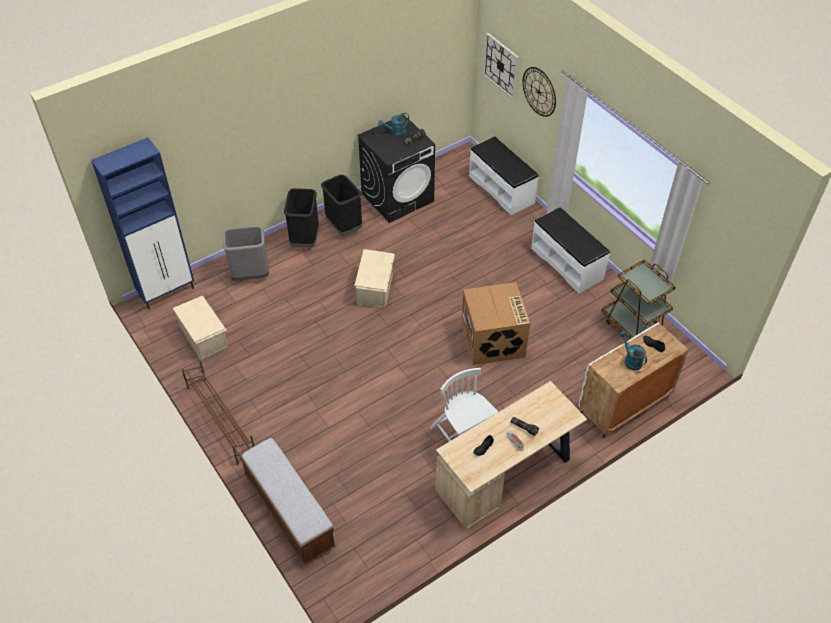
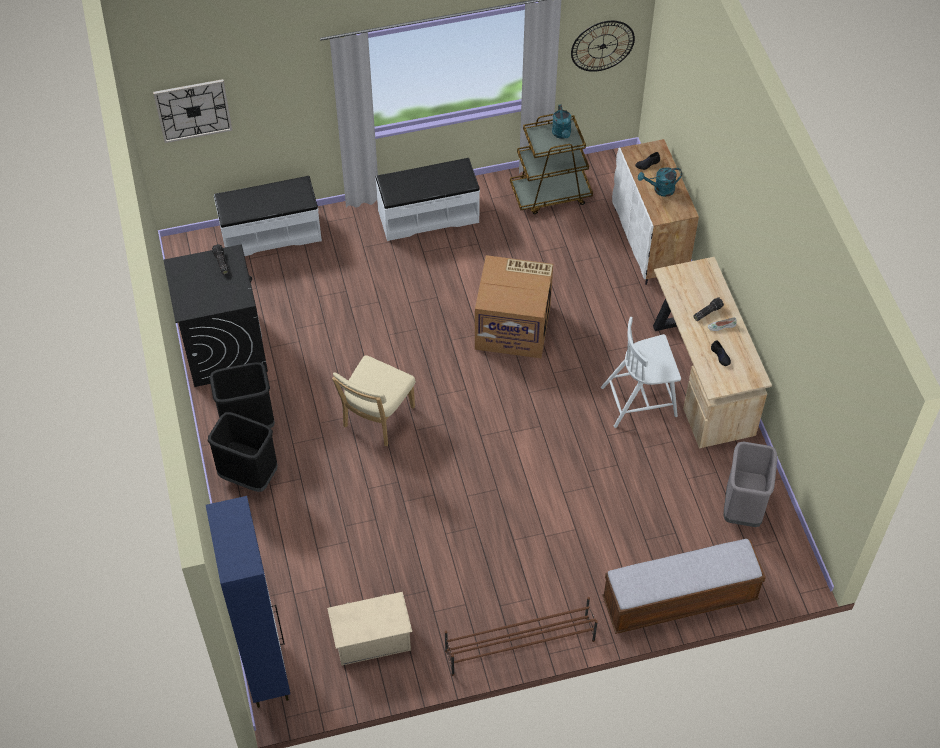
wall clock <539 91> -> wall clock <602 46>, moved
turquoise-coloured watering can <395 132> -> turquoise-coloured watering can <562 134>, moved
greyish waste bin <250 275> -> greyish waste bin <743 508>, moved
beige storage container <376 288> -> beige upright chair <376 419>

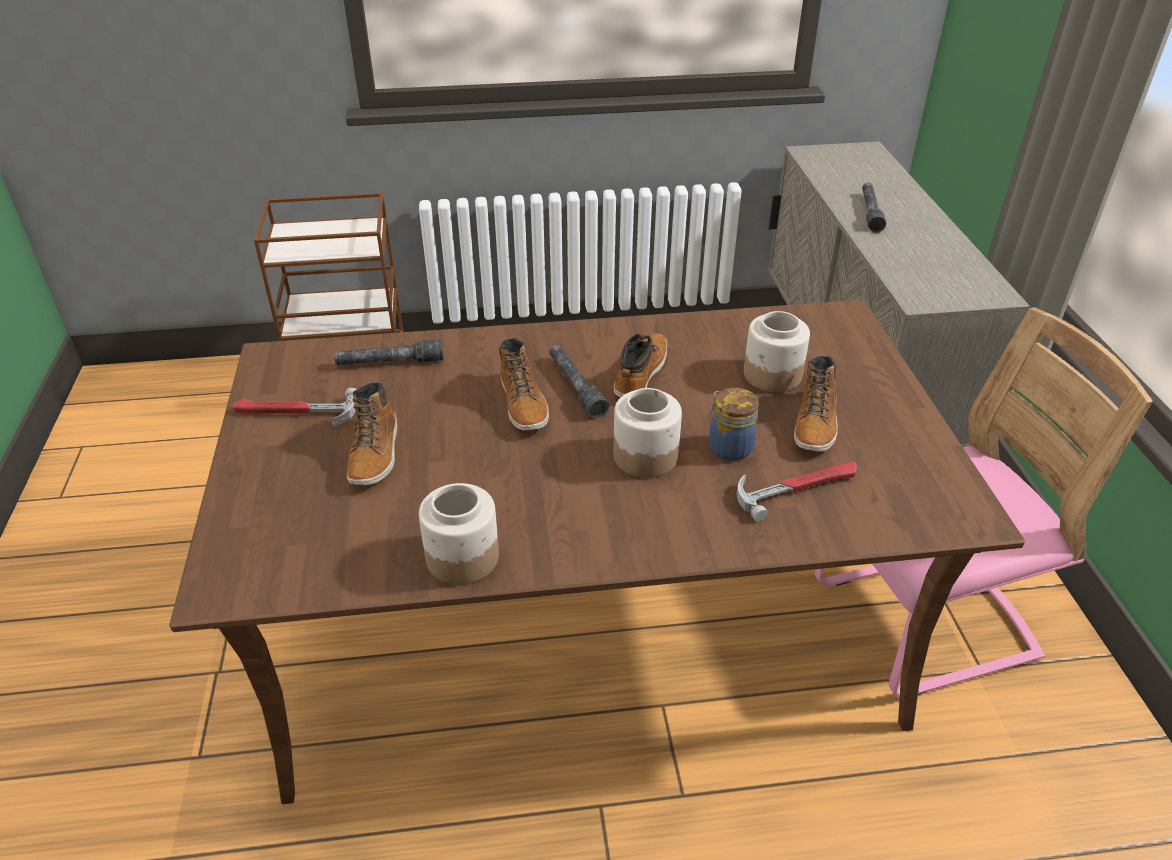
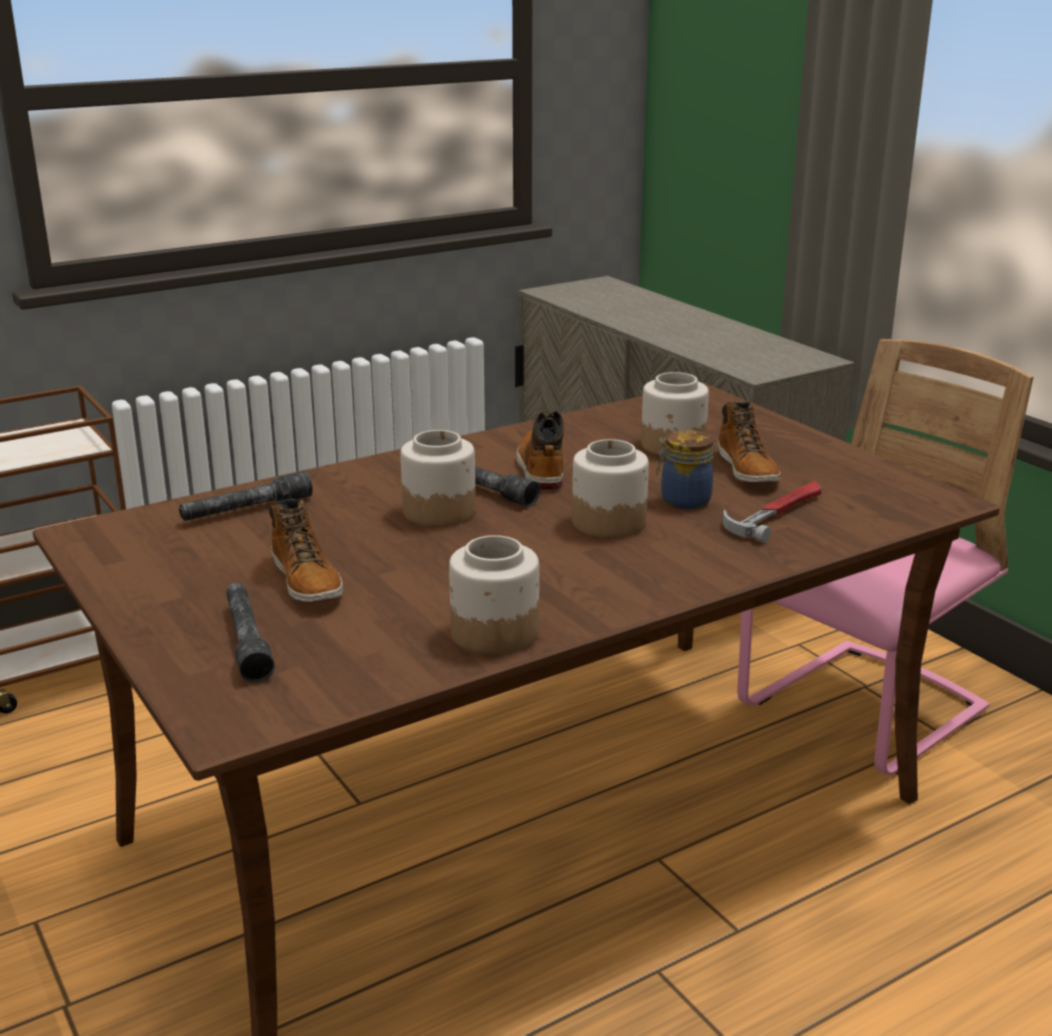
greyish flashlight <870 212> -> greyish flashlight <247 641>, moved
boot <524 404> -> storage jar <439 511>
hand hammer <295 413> -> none

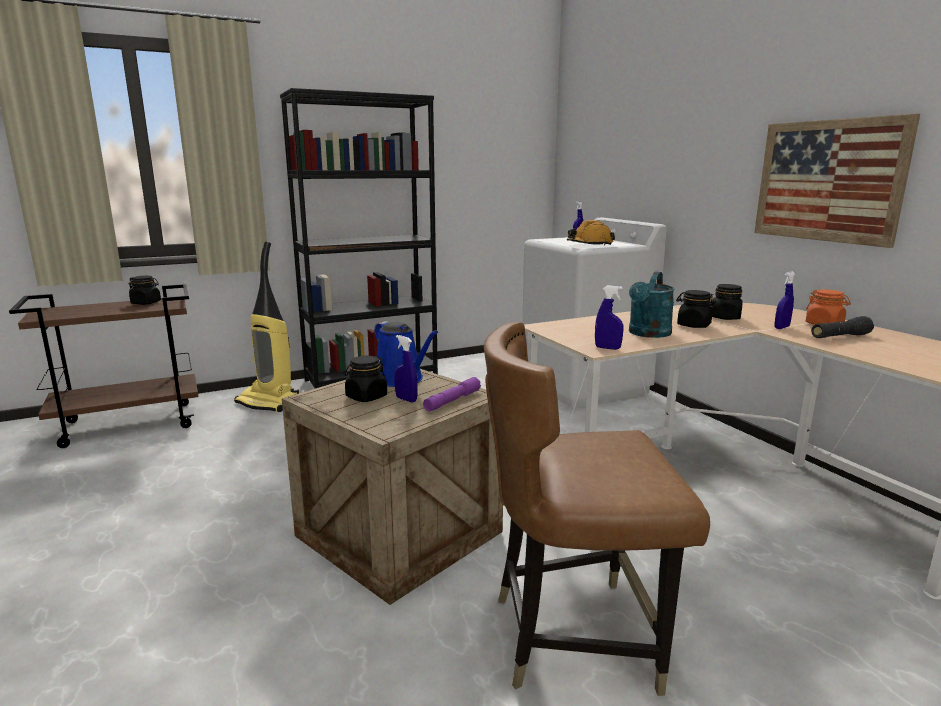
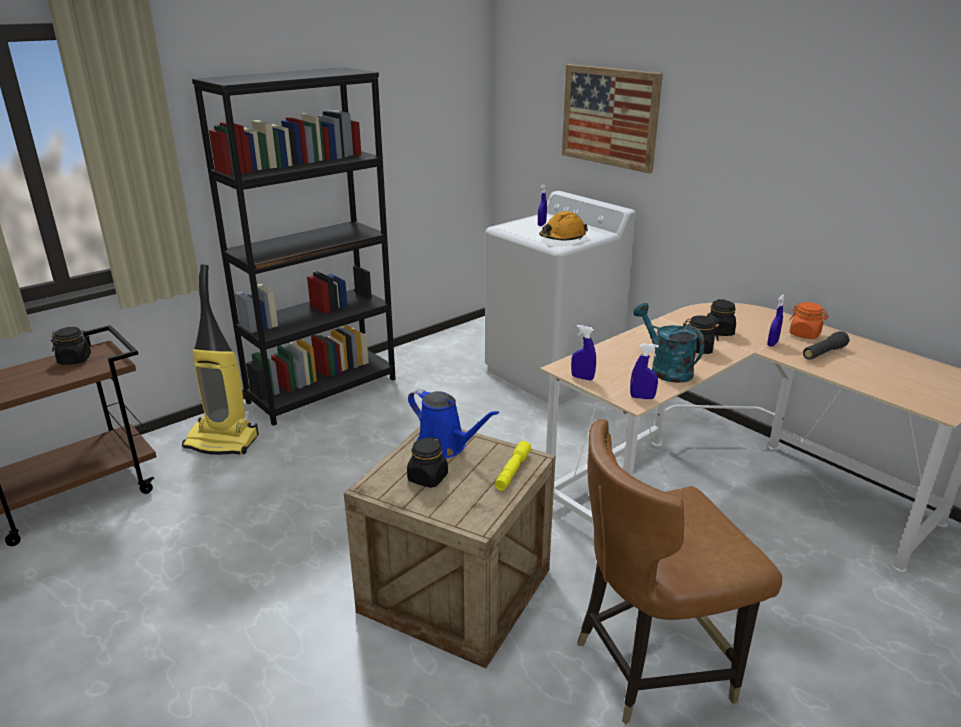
wall art <828 181> -> wall art <609 117>, moved
turquoise-coloured watering can <648 334> -> turquoise-coloured watering can <665 369>, 135 degrees clockwise
blue hand sprayer <406 399> -> blue hand sprayer <582 378>, moved
purplish flashlight <452 401> -> yellow flashlight <512 471>

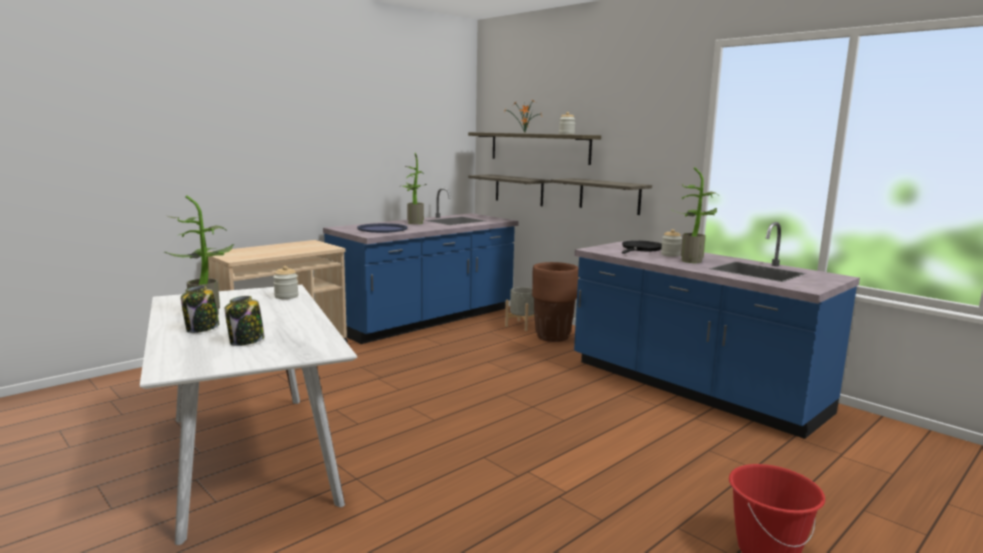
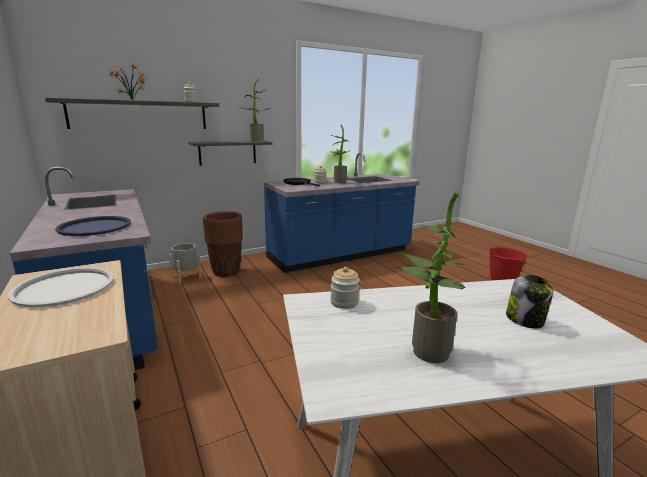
plant in a pot <413 223> -> plant in a pot <255 141>, moved
bracket shelf <519 190> -> none
storage jar <202 329> -> none
none -> whitish carrying tray <64 287>

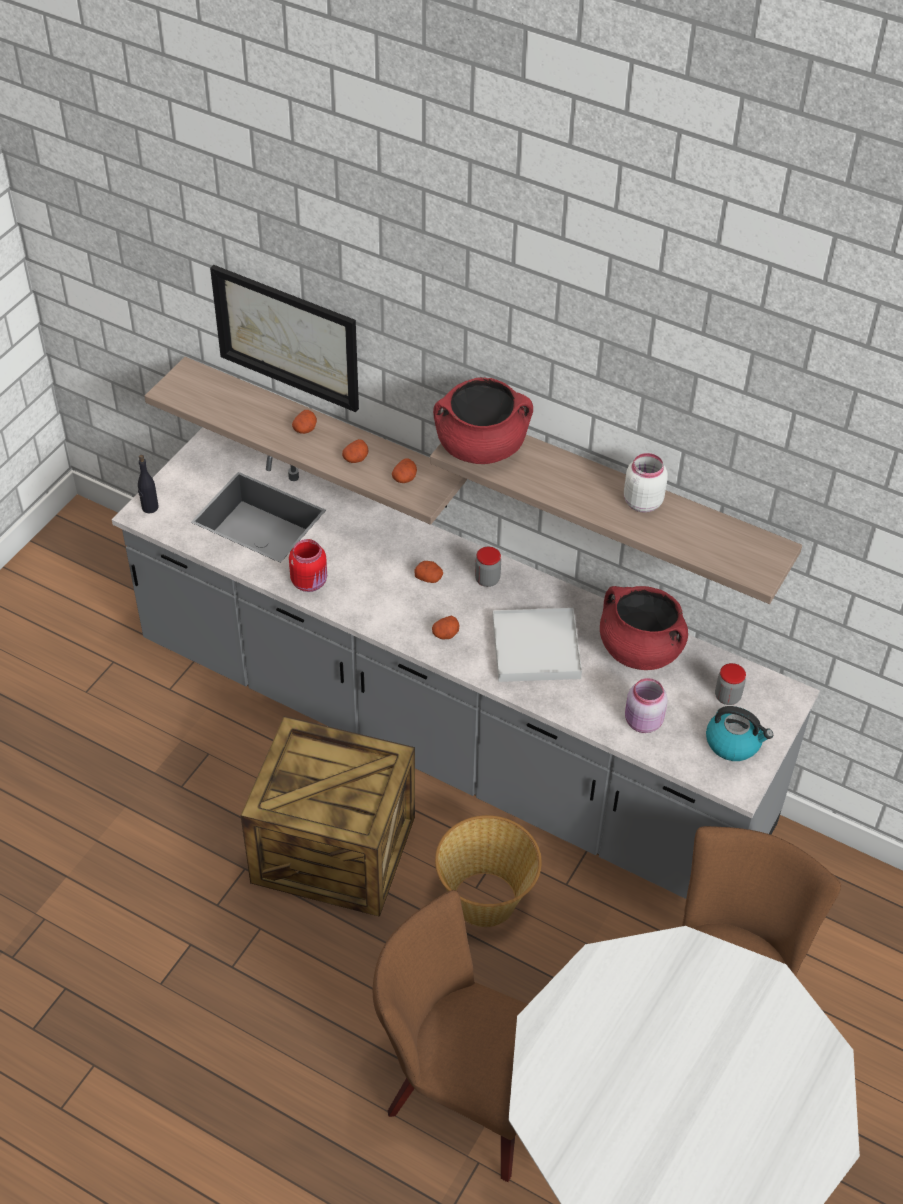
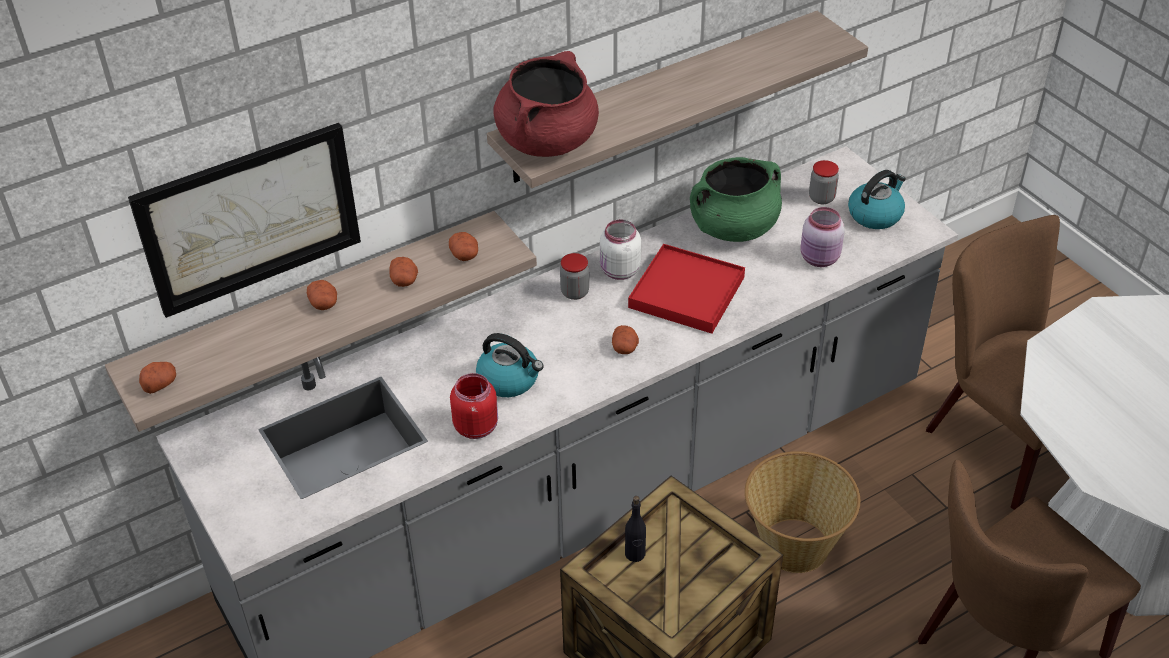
whitish storage jar <641 502> -> whitish storage jar <619 271>, moved
black-coloured drink bottle <149 507> -> black-coloured drink bottle <635 554>, moved
spud <429 578> -> spud <160 384>, moved
red-coloured saucepot <639 649> -> green-coloured saucepot <733 228>
whitish carrying tray <535 648> -> red-coloured carrying tray <687 293>
none -> kettle <509 379>

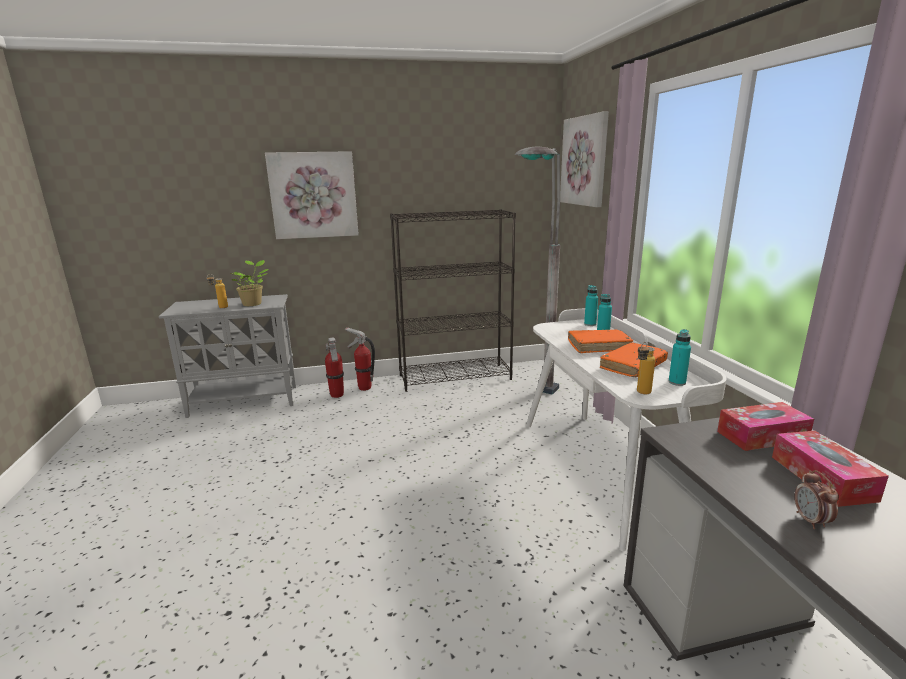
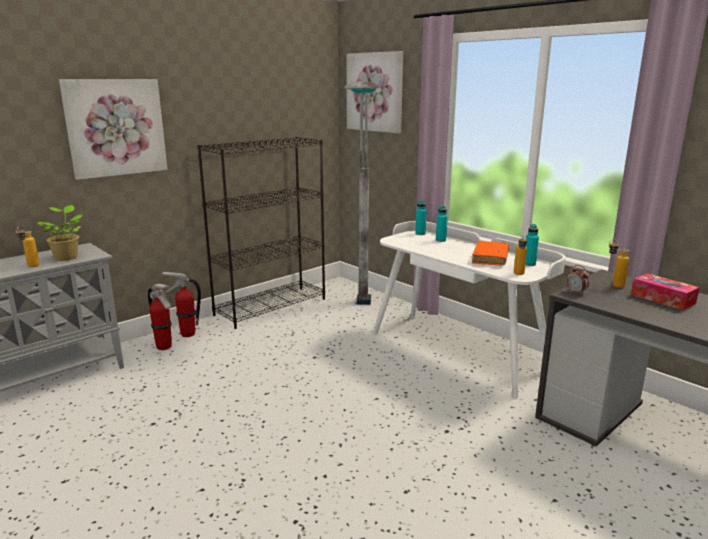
orange bound book <598 347> -> none
tissue box <762 436> -> drink bottle <613 285>
table clock <810 521> -> table clock <576 292>, moved

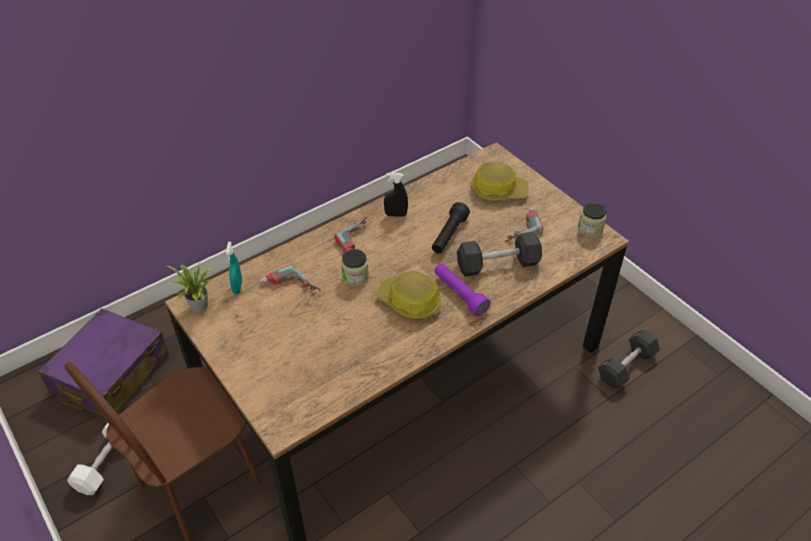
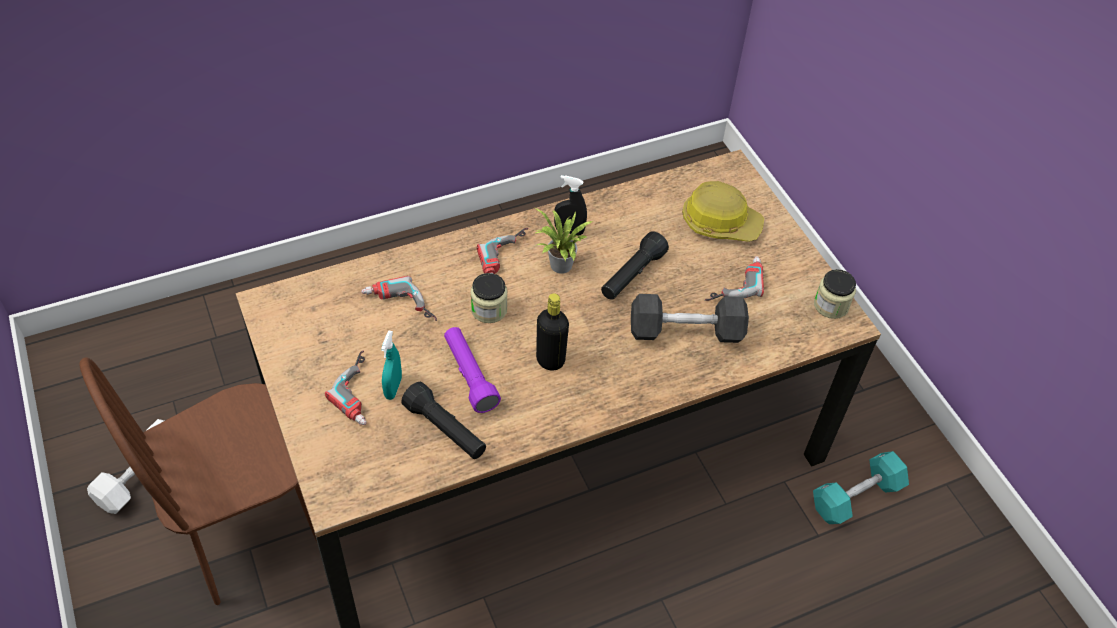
turquoise-coloured hand sprayer <237 287> -> turquoise-coloured hand sprayer <393 388>, moved
plant in a pot <198 308> -> plant in a pot <559 267>, moved
purplish flashlight <459 294> -> purplish flashlight <469 375>, moved
hard hat <409 302> -> black-coloured drink bottle <550 360>
purplish piece of luggage <110 375> -> none
black-coloured hand weight <626 366> -> turquoise-coloured hand weight <856 496>
none -> power drill <362 391>
none -> black-coloured flashlight <445 430>

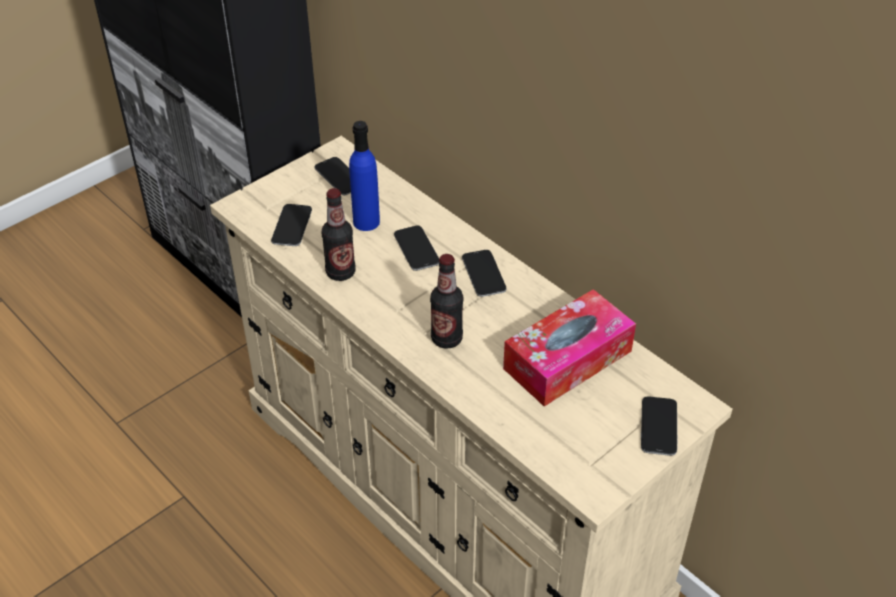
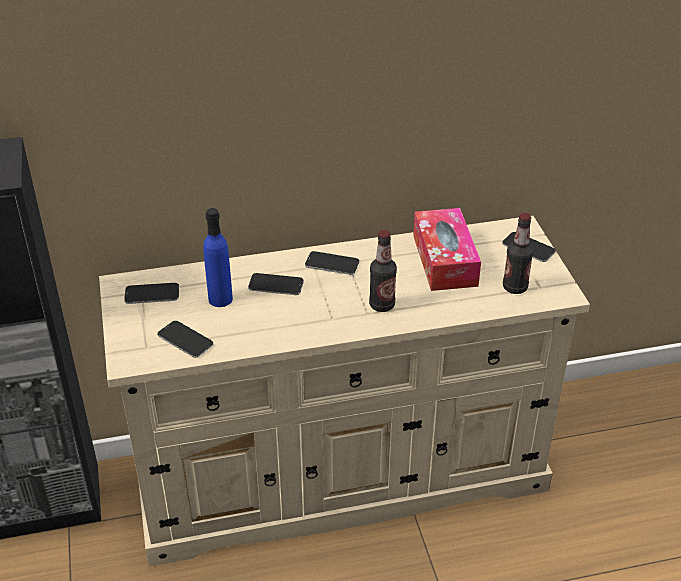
drink bottle <340 272> -> drink bottle <515 287>, moved

